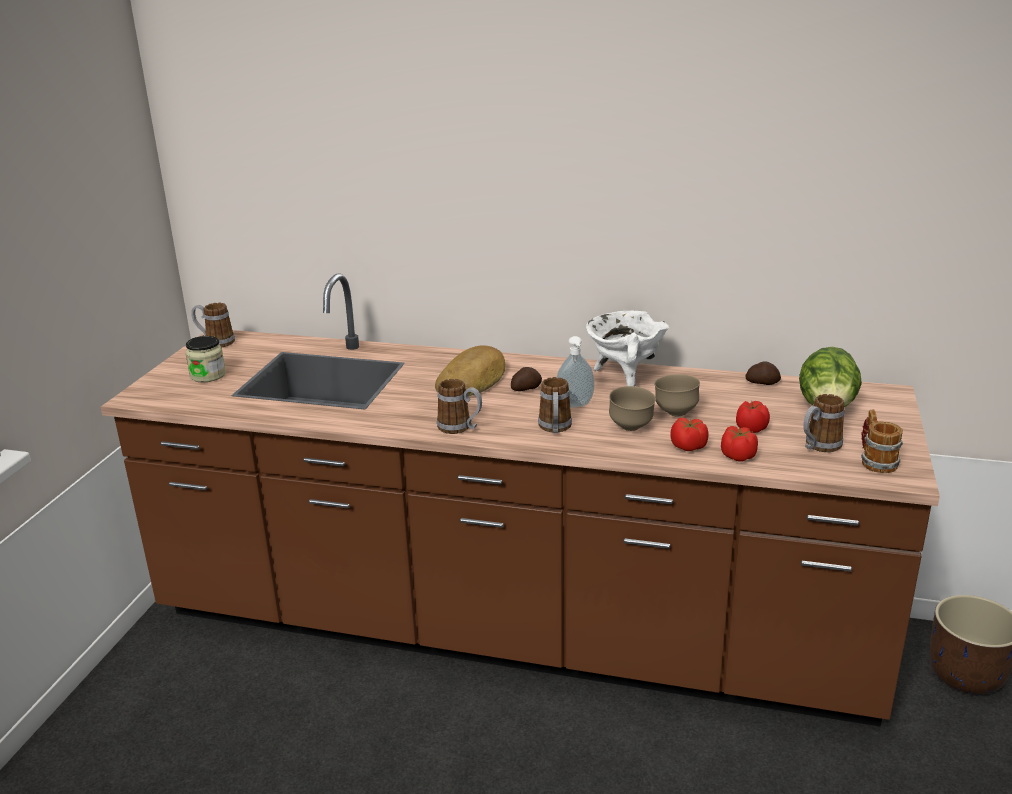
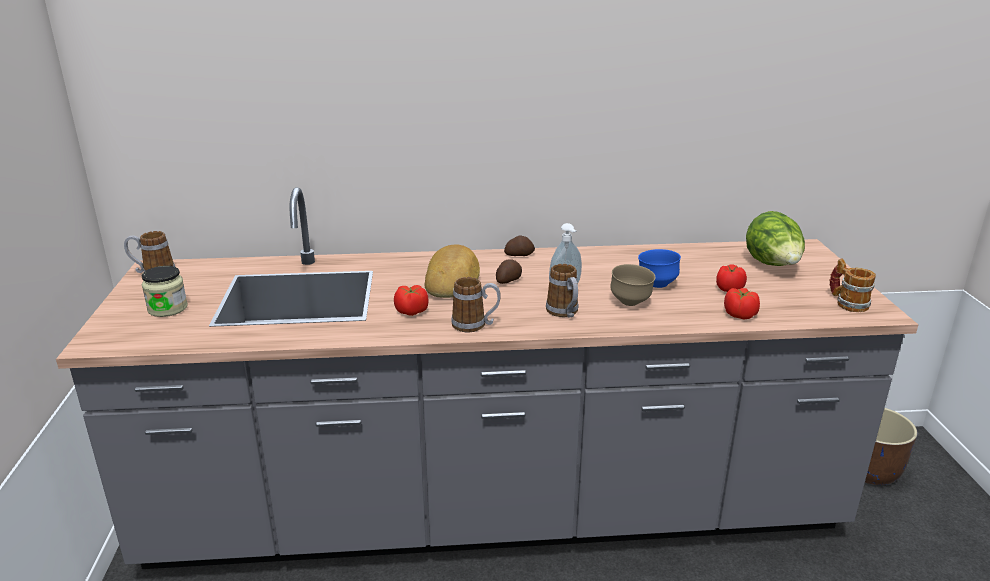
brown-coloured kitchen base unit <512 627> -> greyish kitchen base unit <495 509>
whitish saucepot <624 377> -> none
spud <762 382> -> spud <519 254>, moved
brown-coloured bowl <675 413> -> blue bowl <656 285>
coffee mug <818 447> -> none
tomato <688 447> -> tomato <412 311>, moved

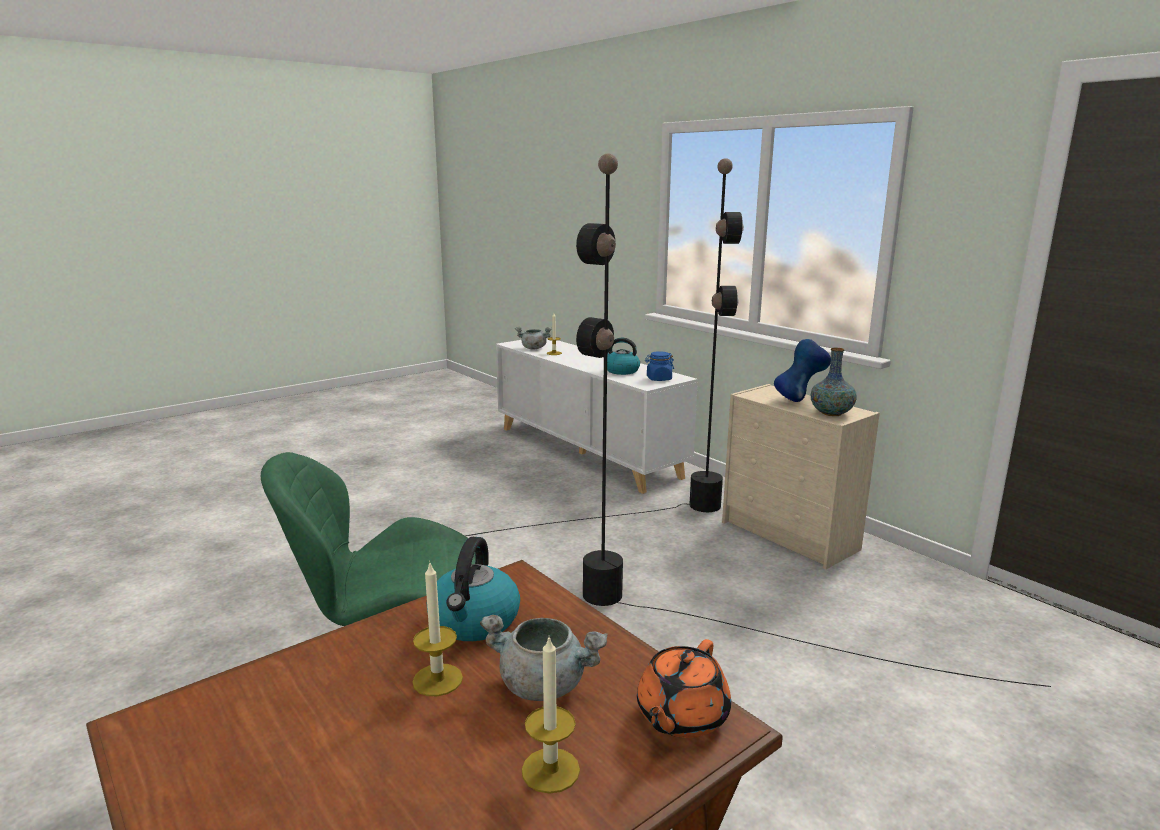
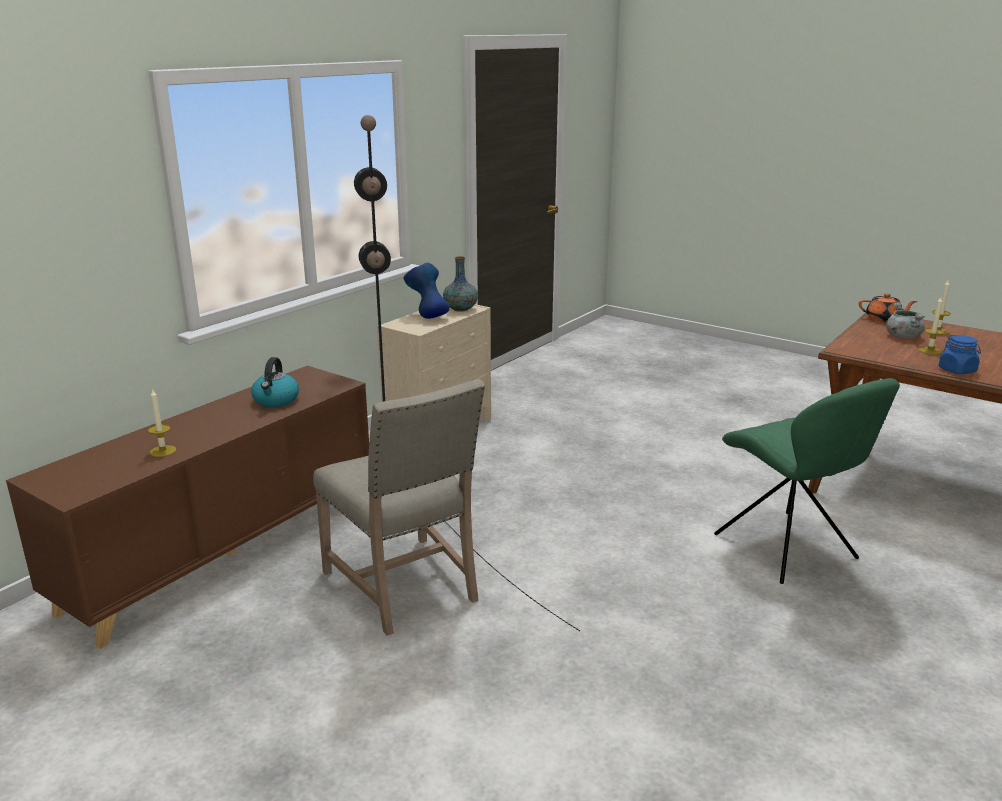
black-coloured standing lamp <710 619> -> none
greyish saucepot <533 348> -> none
whitish cupboard <587 452> -> brown-coloured cupboard <226 550>
blue storage jar <658 379> -> blue storage jar <957 370>, moved
kettle <474 621> -> none
none -> beige upright chair <405 587>

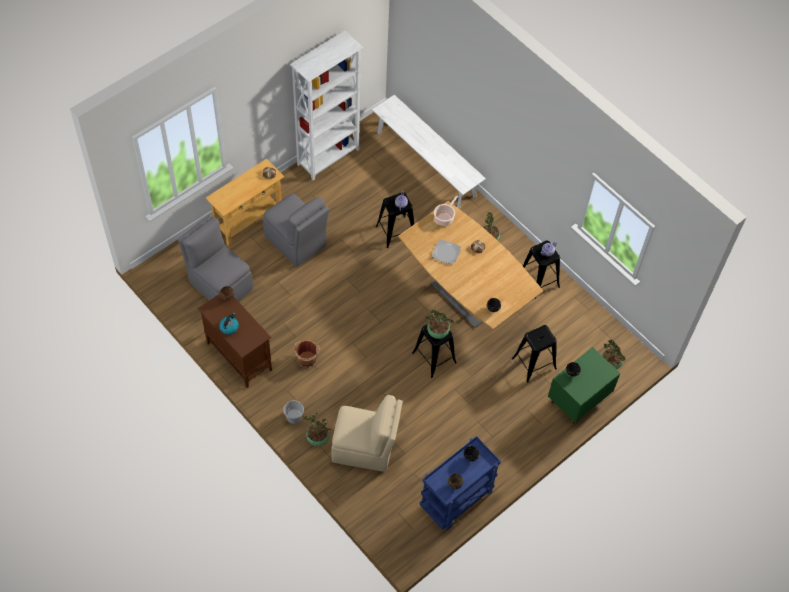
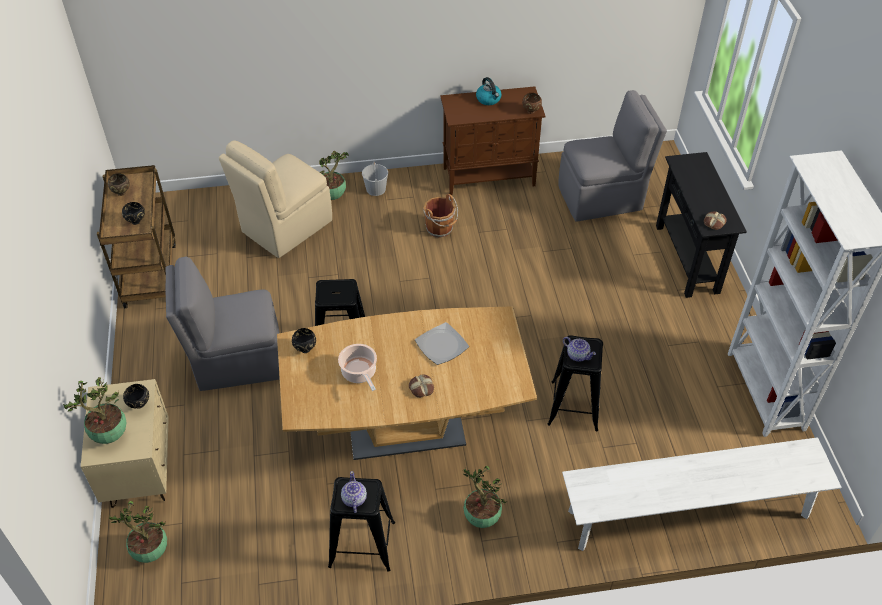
beige narrow table <249 222> -> black-coloured narrow table <687 258>
greyish upright chair <296 242> -> greyish upright chair <236 361>, moved
saucepot <444 218> -> saucepot <359 373>, moved
plant in a pot <438 333> -> plant in a pot <109 435>, moved
black-coloured sitting stool <534 363> -> none
green-coloured nightstand <578 401> -> beige nightstand <140 471>
blue wheeled cart <456 500> -> brown-coloured wheeled cart <149 273>

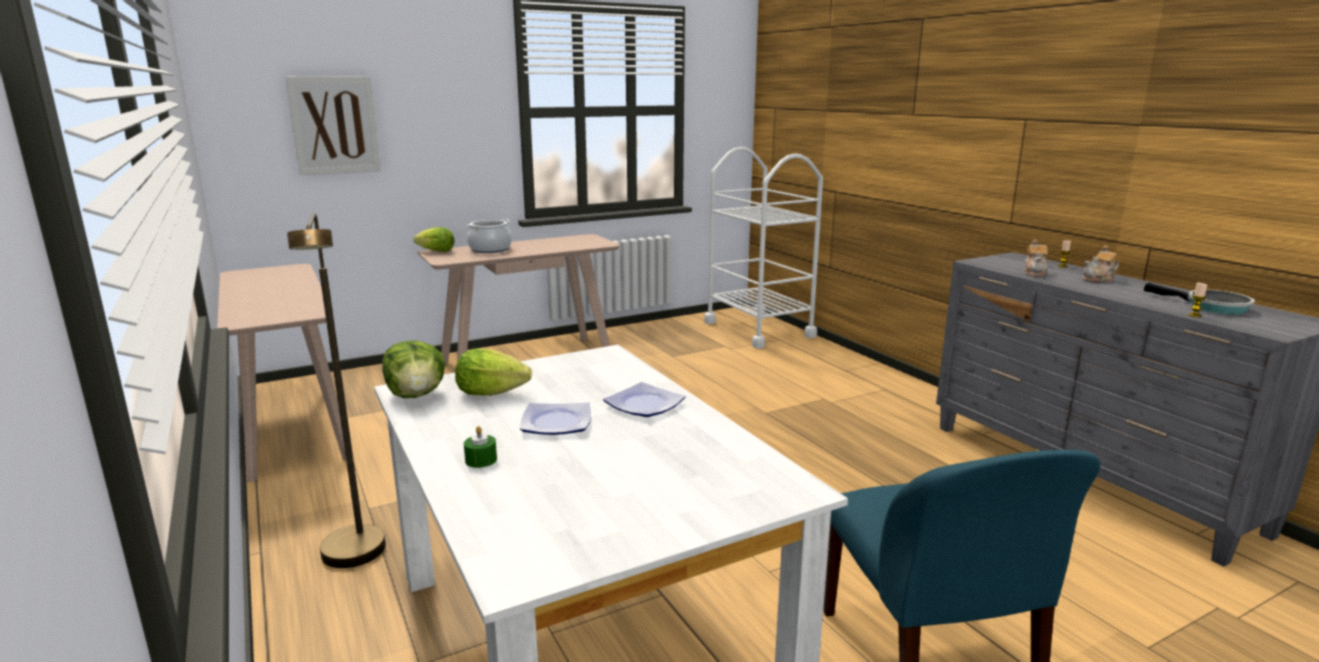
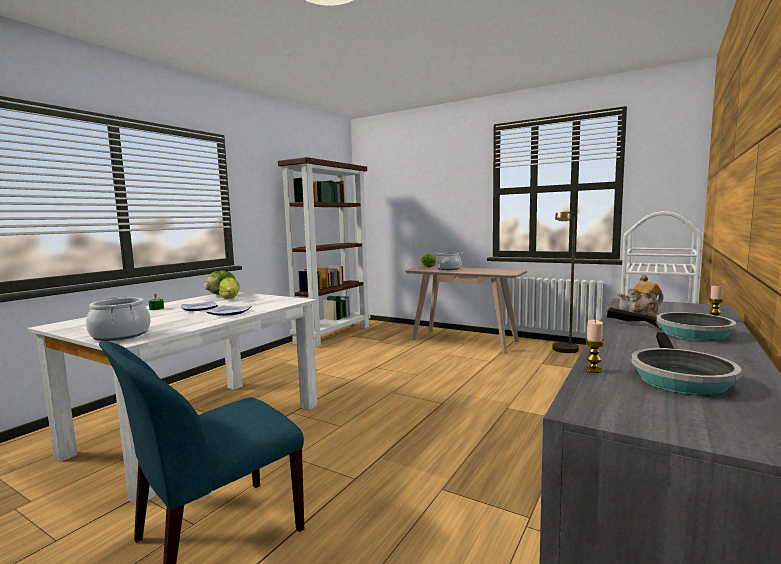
wall art <335 125> -> none
brown-coloured standing lamp <356 559> -> brown-coloured standing lamp <564 351>, moved
tea pot <1099 279> -> frying pan <685 332>
beige narrow table <292 429> -> brown-coloured shelving unit <333 334>
none -> saucepot <121 335>

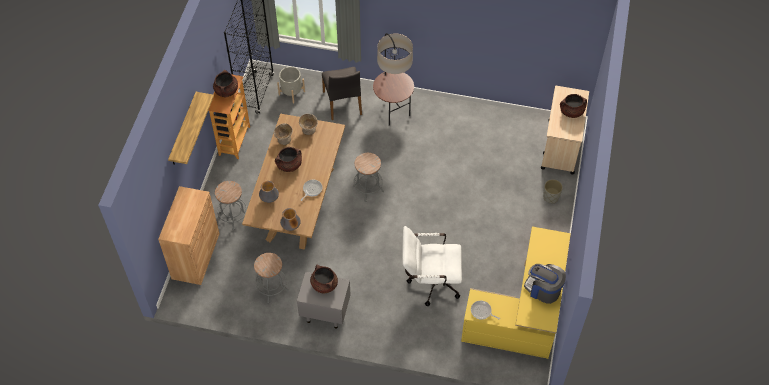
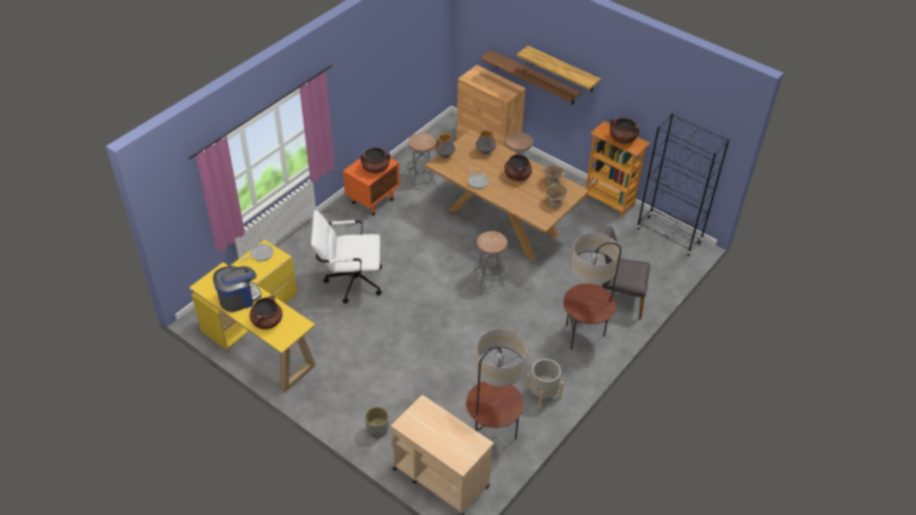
greyish plant pot <291 93> -> greyish plant pot <543 394>, moved
brown-coloured saucepot <571 112> -> brown-coloured saucepot <267 321>, moved
whitish office chair <430 282> -> whitish office chair <349 281>, 120 degrees counterclockwise
greyish nightstand <324 312> -> orange nightstand <373 200>
none -> brown-coloured bracket shelf <534 78>
none -> standing lamp <492 436>

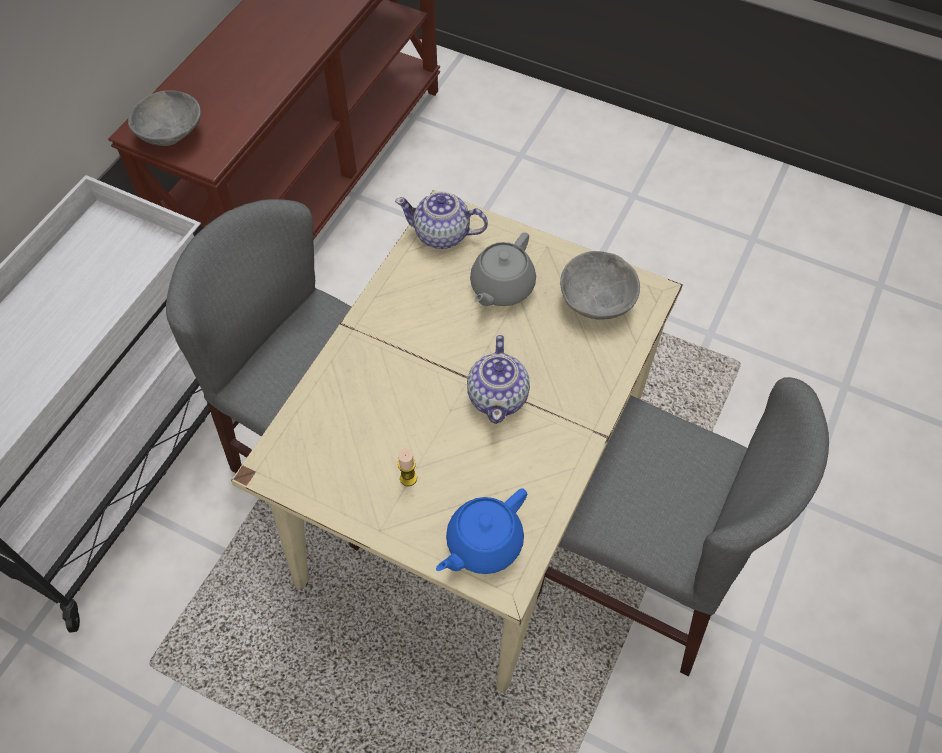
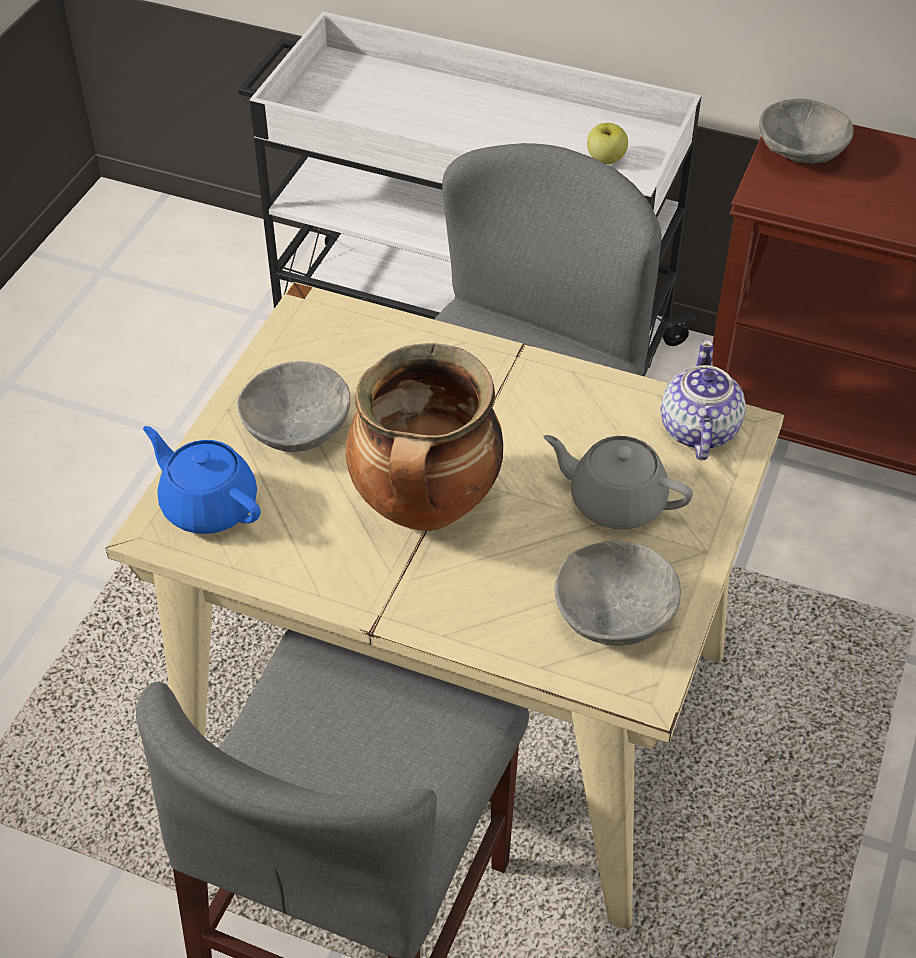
tea pot <498 396> -> saucepot <427 508>
candle <408 478> -> greyish bowl <298 428>
none -> whole apple <605 159>

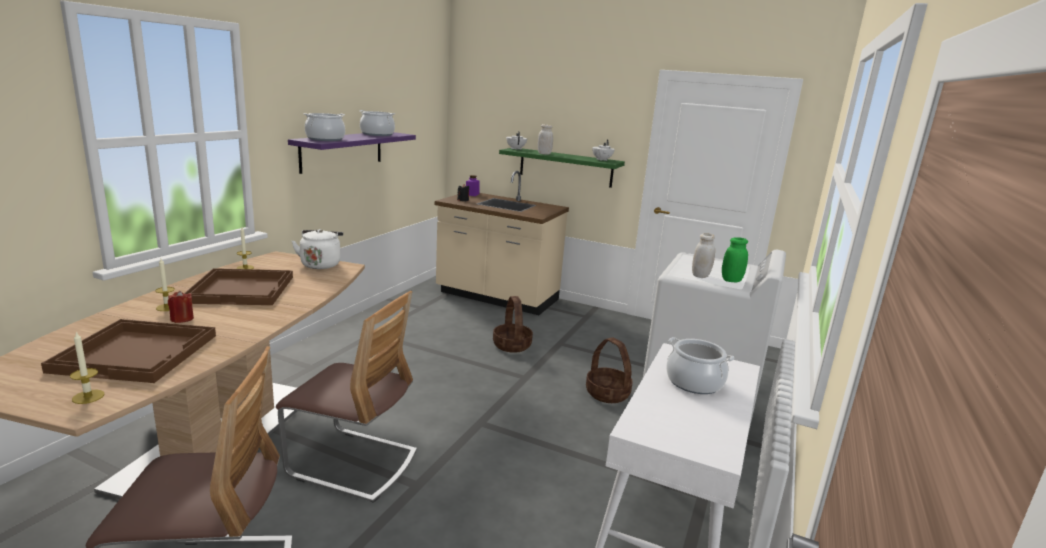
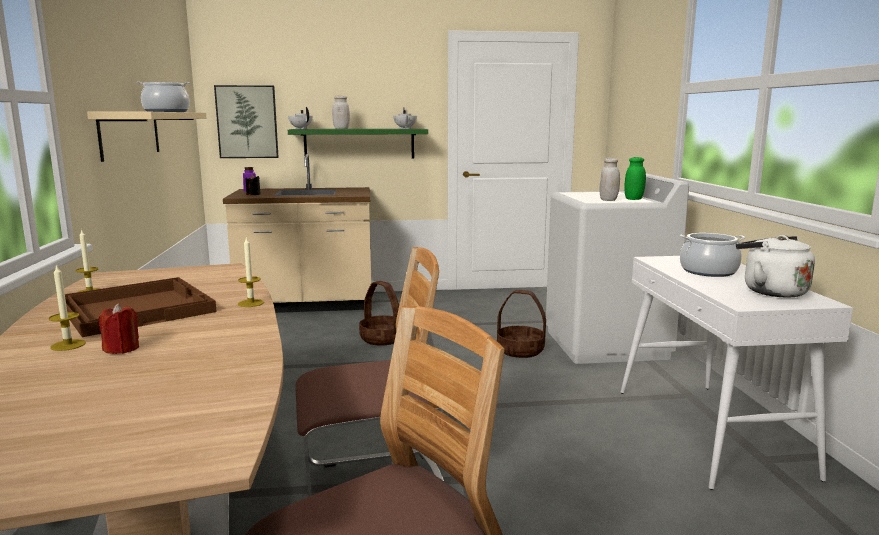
saucepot <325 139> -> none
purplish bracket shelf <342 151> -> beige bracket shelf <130 134>
whitish kettle <321 264> -> whitish kettle <770 291>, moved
brown-coloured carrying tray <138 352> -> none
candle <88 397> -> candle <251 303>, moved
none -> wall art <247 122>

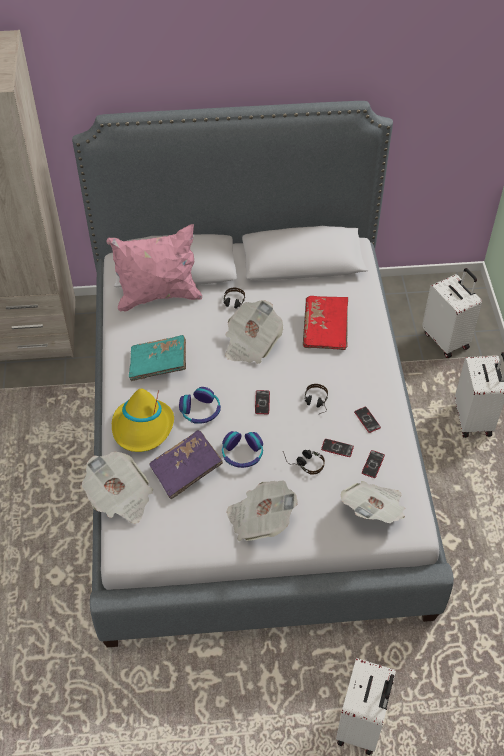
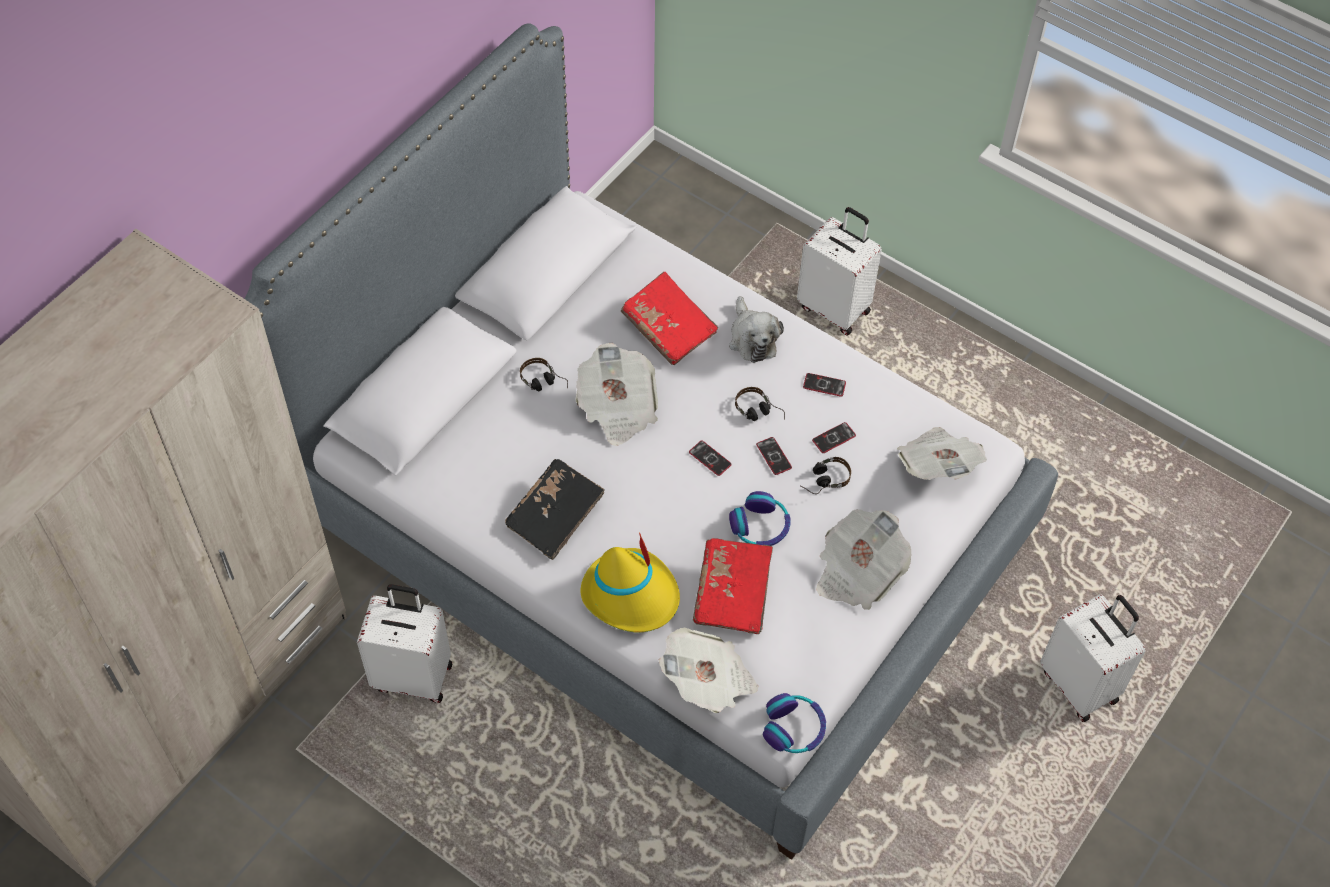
pinkish throw pillow <158 296> -> none
whitish piece of luggage <446 340> -> whitish piece of luggage <413 675>, moved
turquoise-coloured bound book <158 365> -> black-coloured bound book <555 516>
headset <200 411> -> headset <794 728>, moved
purplish bound book <186 470> -> red-coloured bound book <733 593>
handset <373 464> -> handset <773 456>, moved
none -> cuddly toy <752 338>

